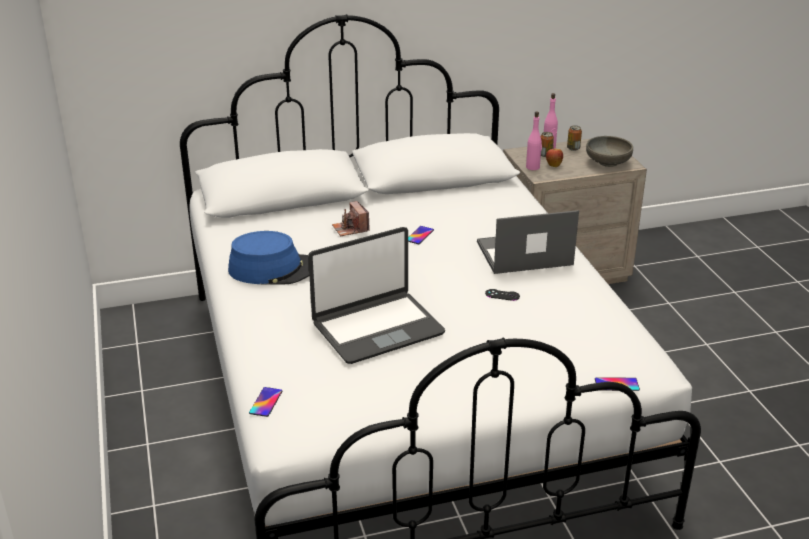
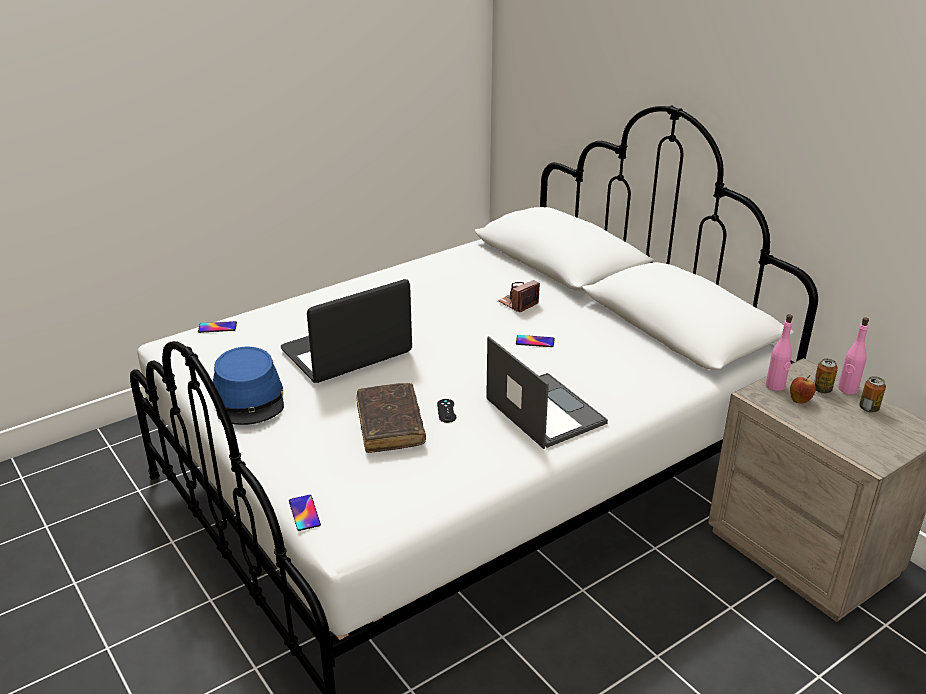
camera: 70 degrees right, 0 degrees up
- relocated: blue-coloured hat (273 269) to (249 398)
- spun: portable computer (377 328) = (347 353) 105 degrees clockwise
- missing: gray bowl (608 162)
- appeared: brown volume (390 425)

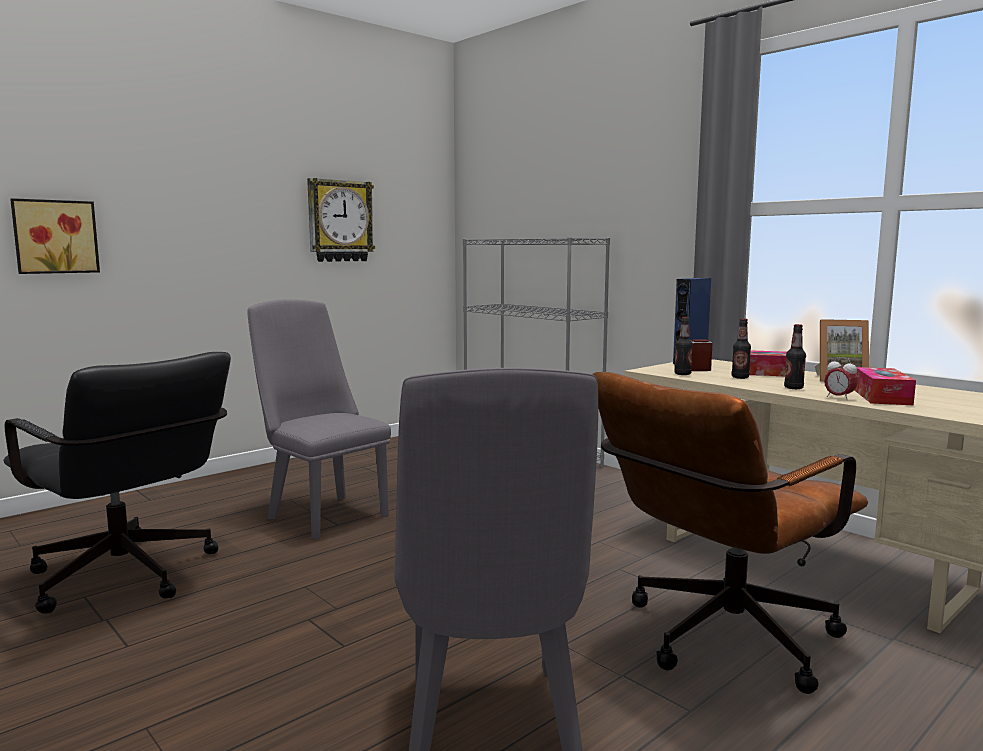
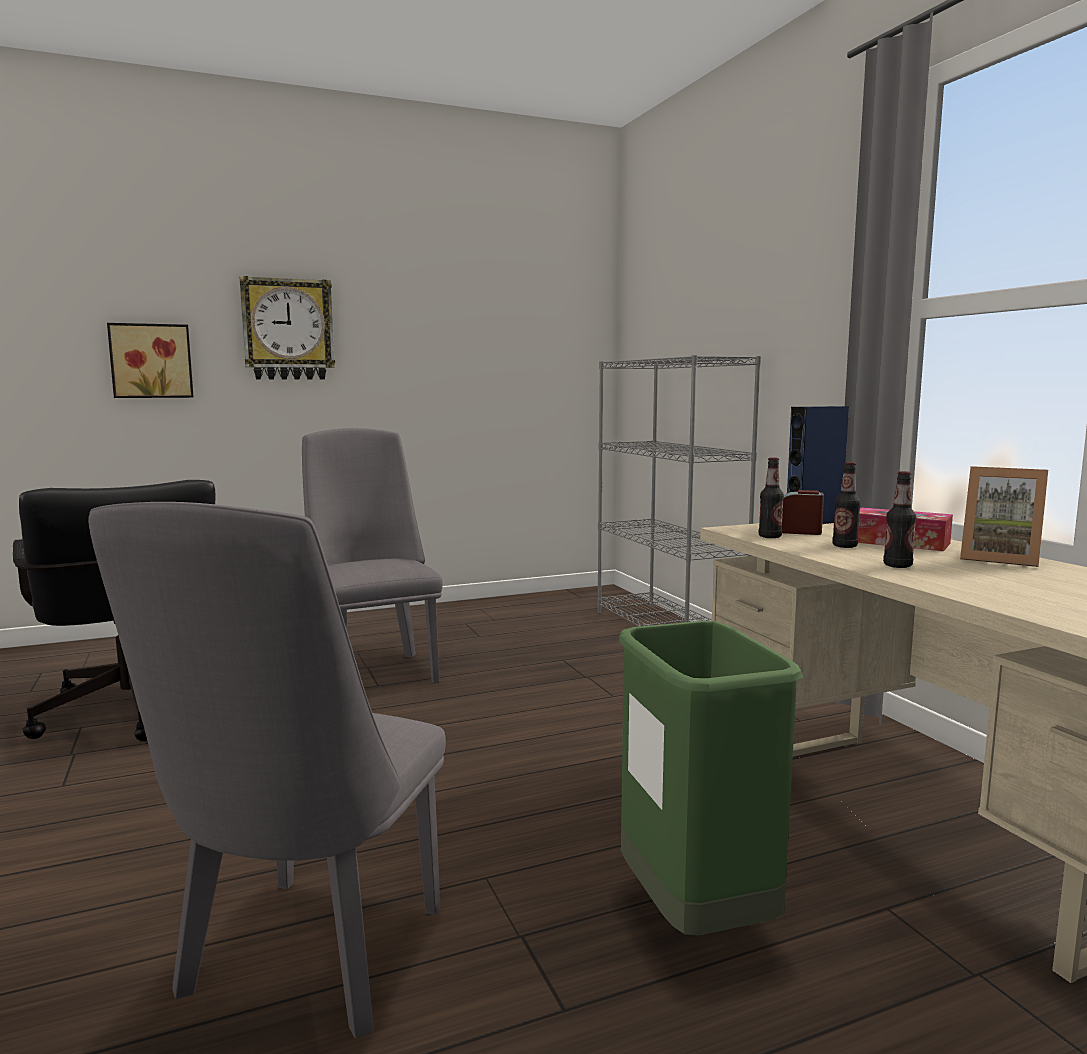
camera: 20 degrees right, 0 degrees up
- relocated: wall clock (340 221) to (288 330)
- exchanged: brown computer chair (718 641) to greenish waste bin (694 916)
- missing: alarm clock (839 398)
- missing: tissue holder (882 397)

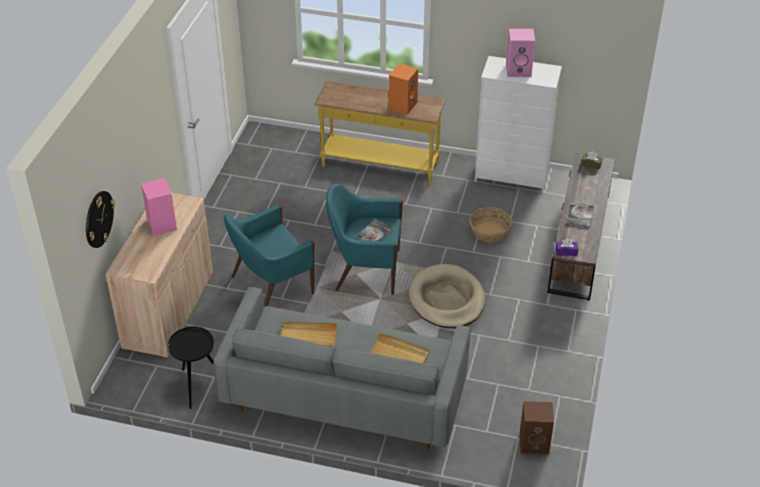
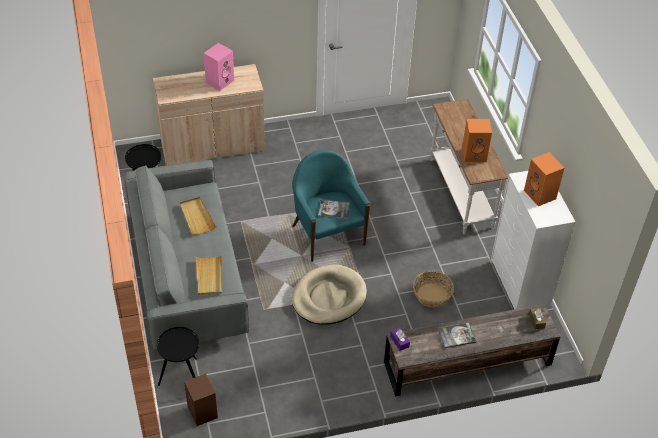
camera: 60 degrees right, 5 degrees up
- missing: wall clock (98 219)
- missing: turquoise-coloured lounge chair (270 286)
- colour: yellowish hall table (379 165) to white-coloured hall table (459 193)
- colour: pinkish audio speaker (519 70) to orangey audio speaker (540 195)
- appeared: black-coloured side table (182 378)

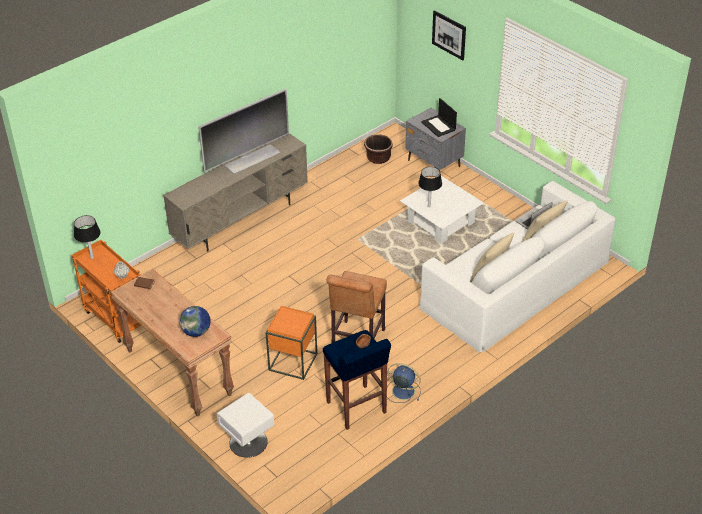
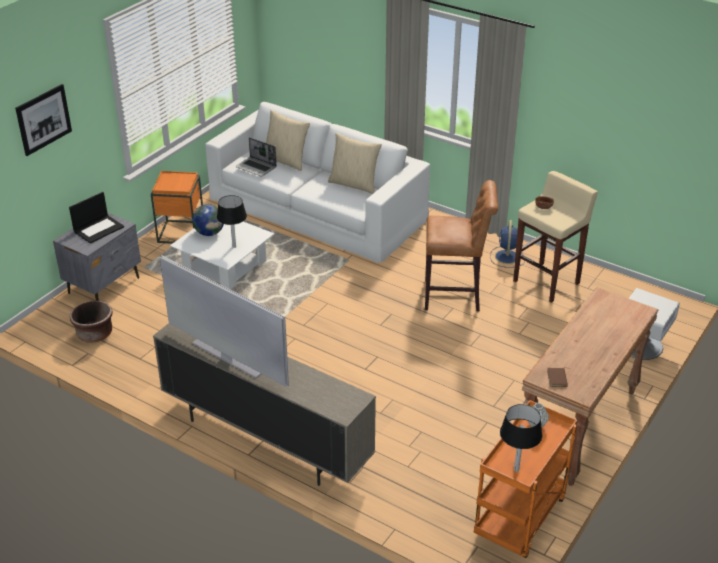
camera: 105 degrees left, 5 degrees down
- relocated: desk globe (196 332) to (209 233)
- relocated: orangey side table (293 362) to (181 232)
- colour: blue-coloured stool (356 408) to beige-coloured stool (547 282)

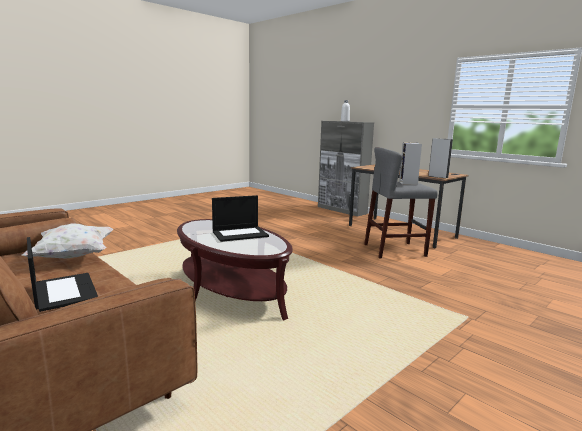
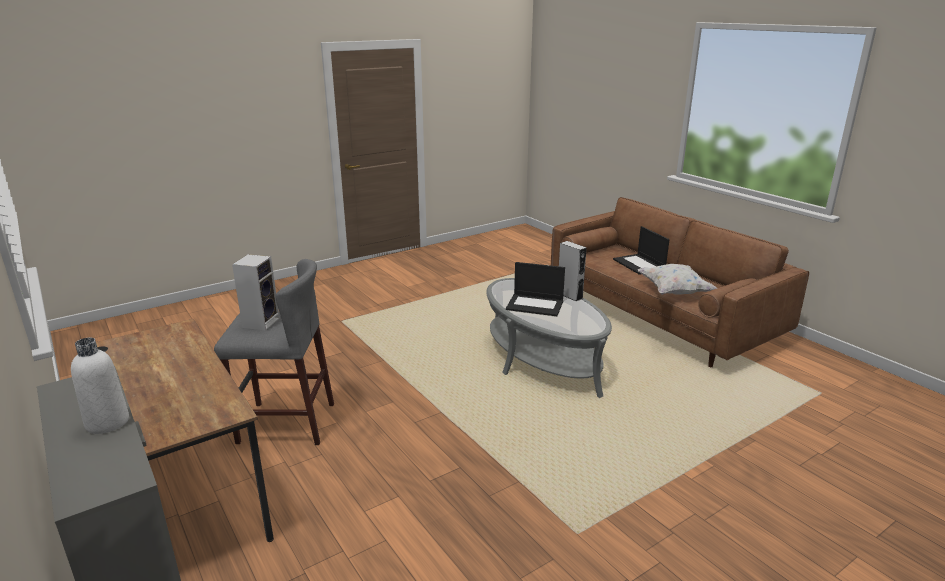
camera: 170 degrees left, 10 degrees up
- colour: brown low table (231 291) to gray low table (542 359)
- spun: portable computer (240 234) = (535 305) 150 degrees counterclockwise
- relocated: gray audio speaker (438 177) to (569 295)

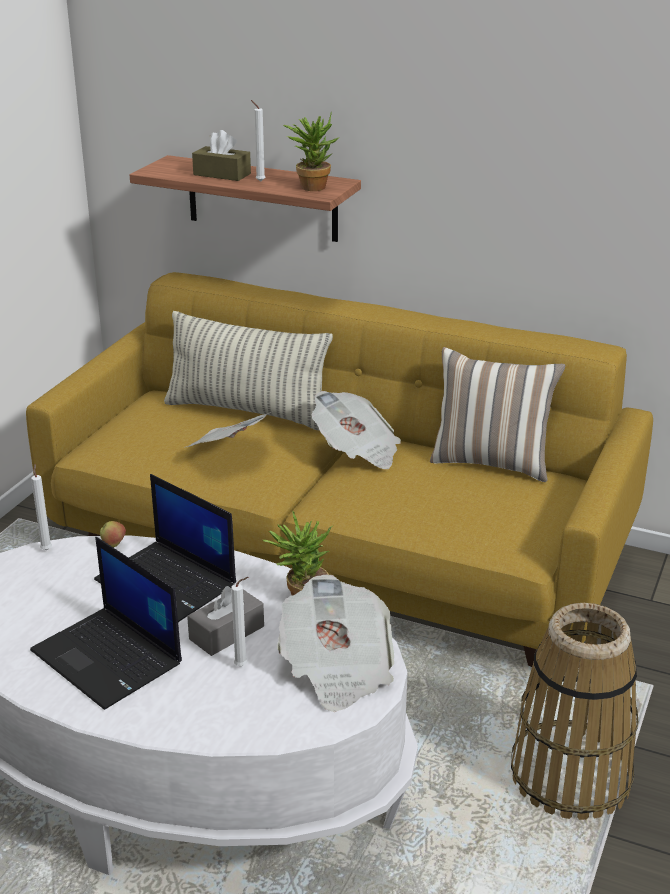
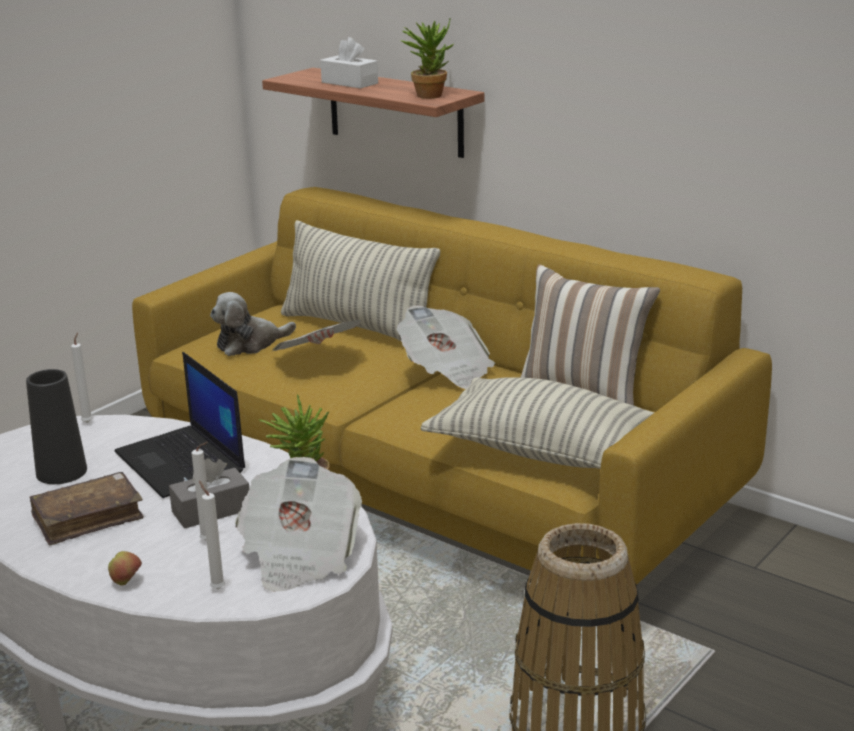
camera: 15 degrees right, 5 degrees down
- exchanged: portable computer (109 658) to brown volume (88 518)
- relocated: apple (114 545) to (126 582)
- colour: brown tissue holder (222 174) to white-coloured tissue holder (349 83)
- relocated: white-coloured wax light (259 181) to (216 588)
- appeared: black-coloured vase (61 472)
- appeared: plush toy (250 344)
- appeared: pillow (546 453)

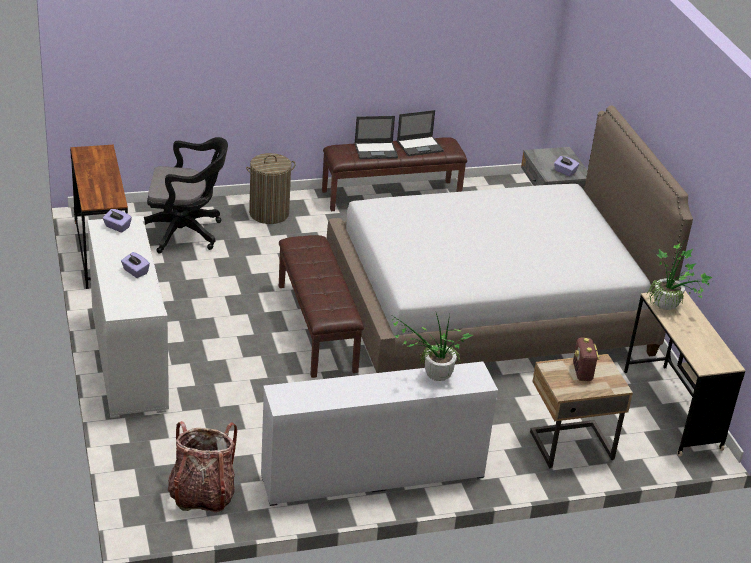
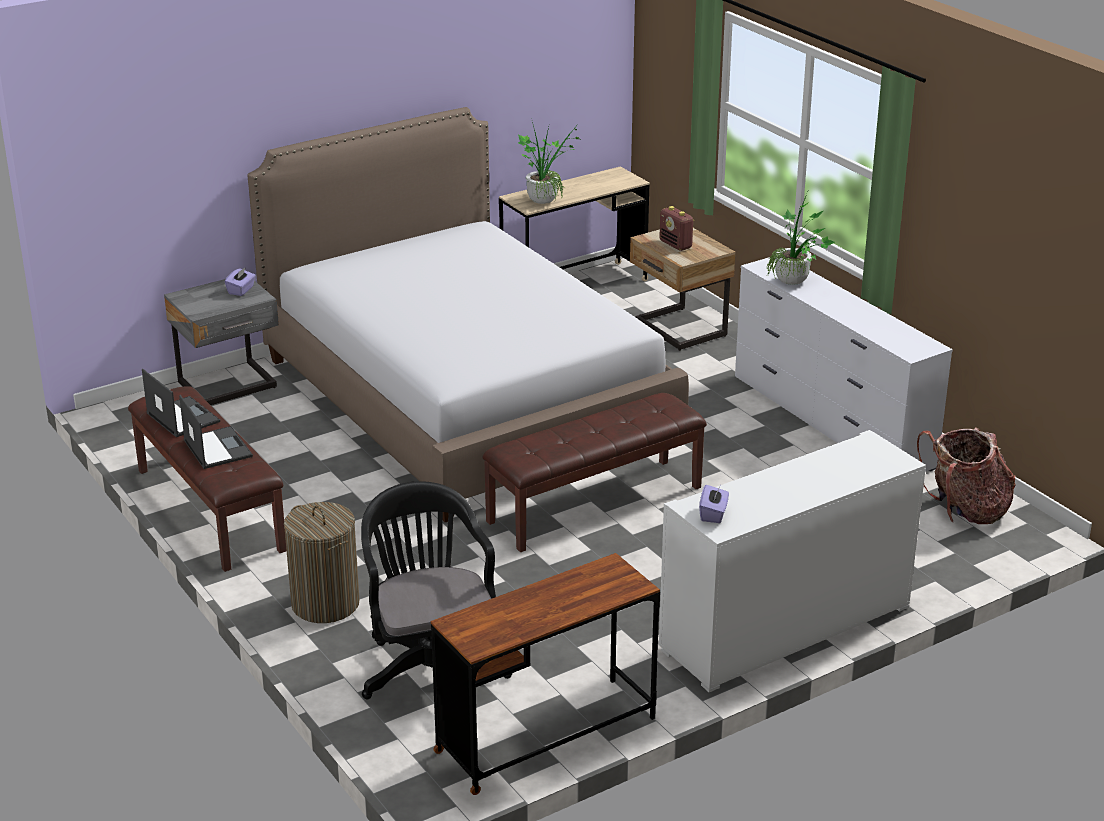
camera: 105 degrees left, 5 degrees down
- missing: purple-coloured tissue holder (135 272)
- spun: radio (582 372) = (676 245) 75 degrees clockwise

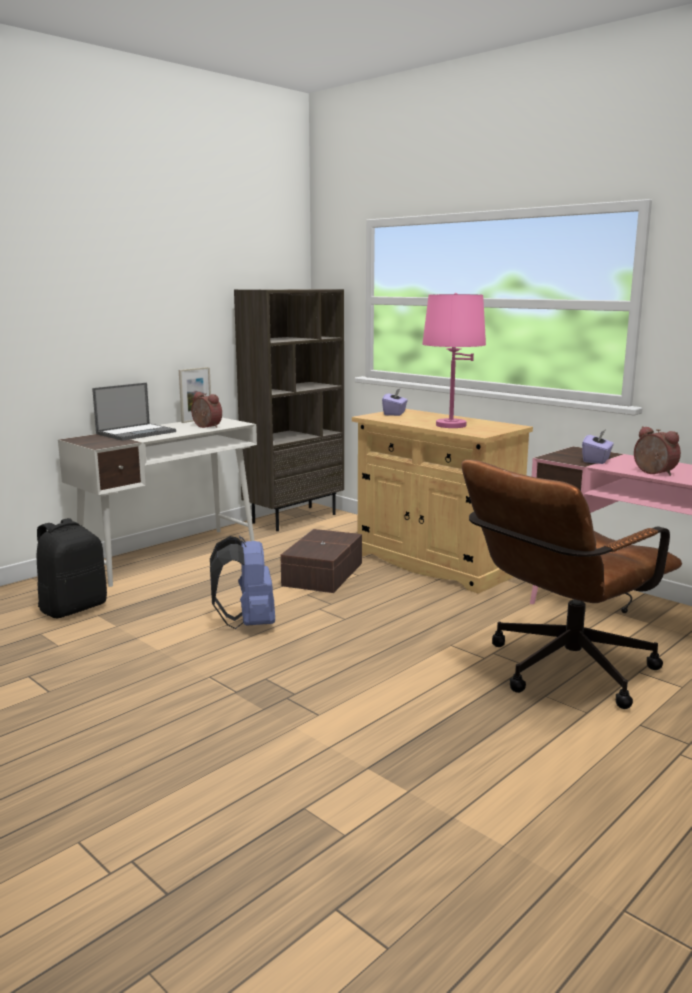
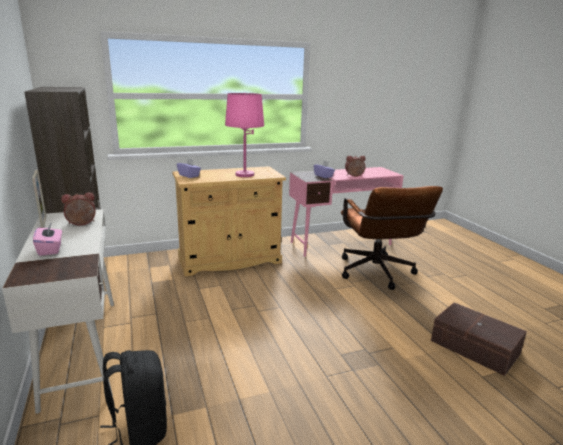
camera: 65 degrees left, 5 degrees up
- exchanged: portable computer (136 433) to pinkish tissue holder (50 249)
- missing: blue-coloured knapsack (248 623)
- relocated: brown storage container (321 574) to (474 348)

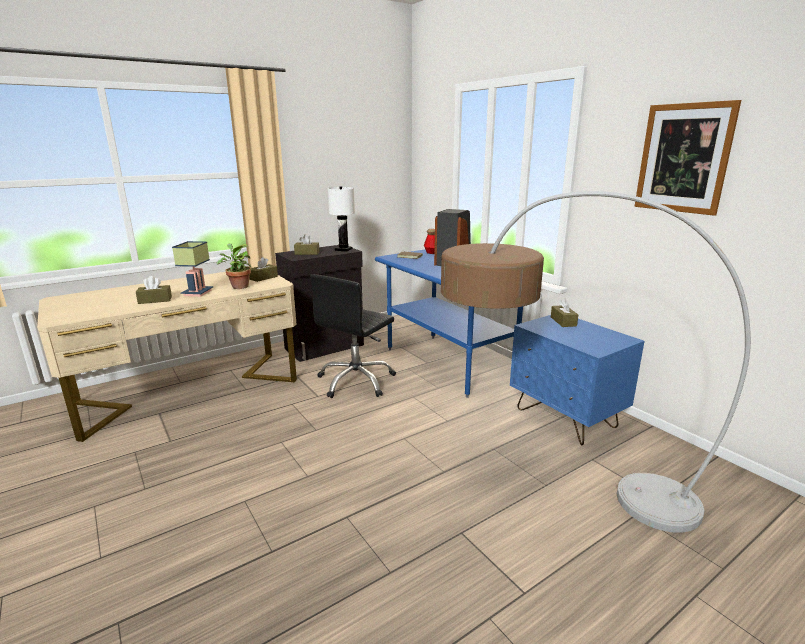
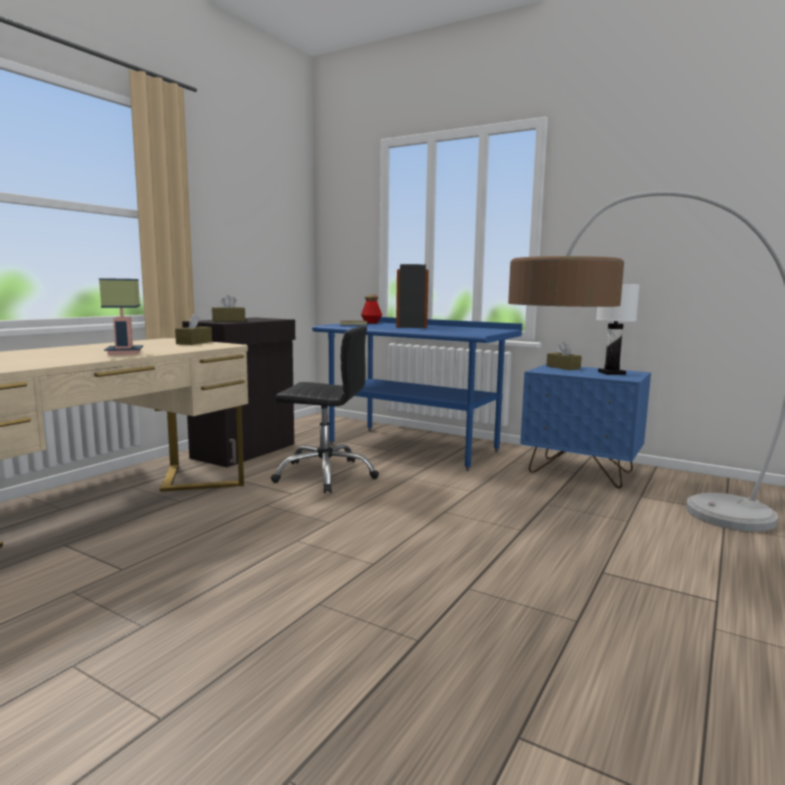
camera: 25 degrees left, 10 degrees down
- missing: brown tissue holder (155 300)
- missing: potted plant (239 286)
- spun: black-coloured computer chair (356 381) = (325 474) 90 degrees counterclockwise
- relocated: white-coloured lamp for a table (343 249) to (612 373)
- missing: wall picture (683 158)

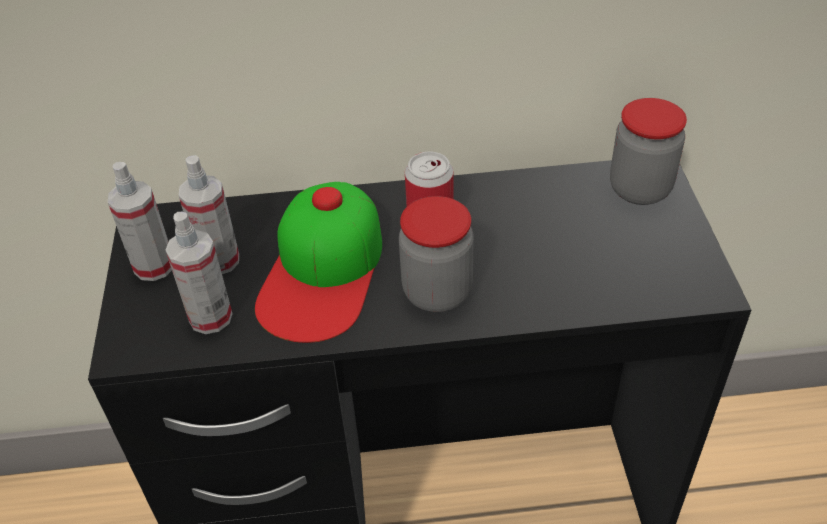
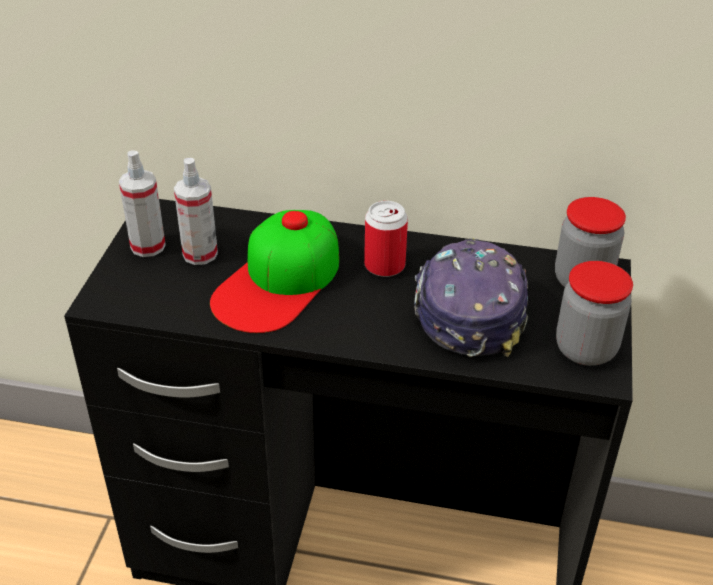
camera: 15 degrees right, 5 degrees down
- missing: sprayer (210 317)
- relocated: jar (437 292) to (585 349)
- appeared: peaked cap (468 310)

